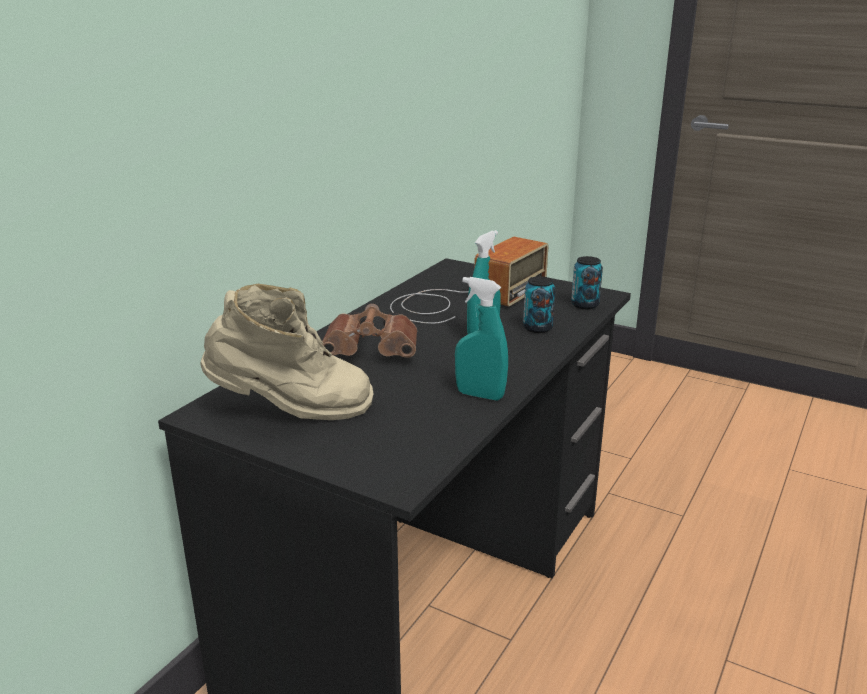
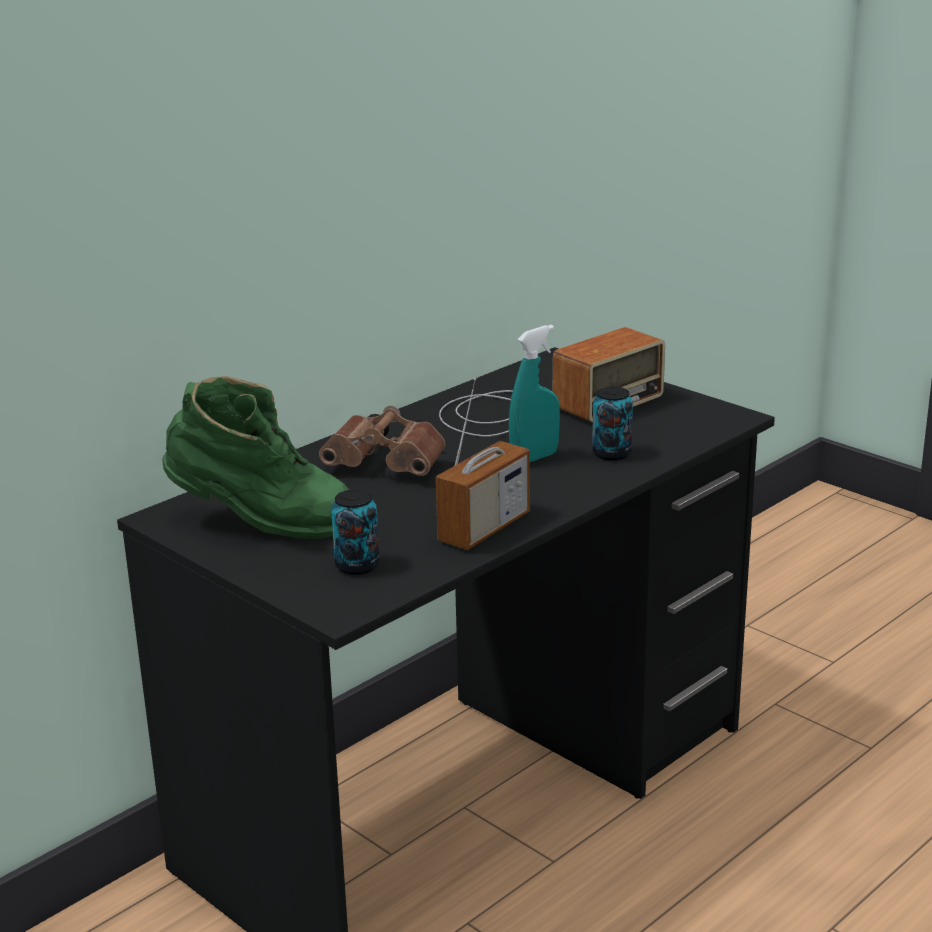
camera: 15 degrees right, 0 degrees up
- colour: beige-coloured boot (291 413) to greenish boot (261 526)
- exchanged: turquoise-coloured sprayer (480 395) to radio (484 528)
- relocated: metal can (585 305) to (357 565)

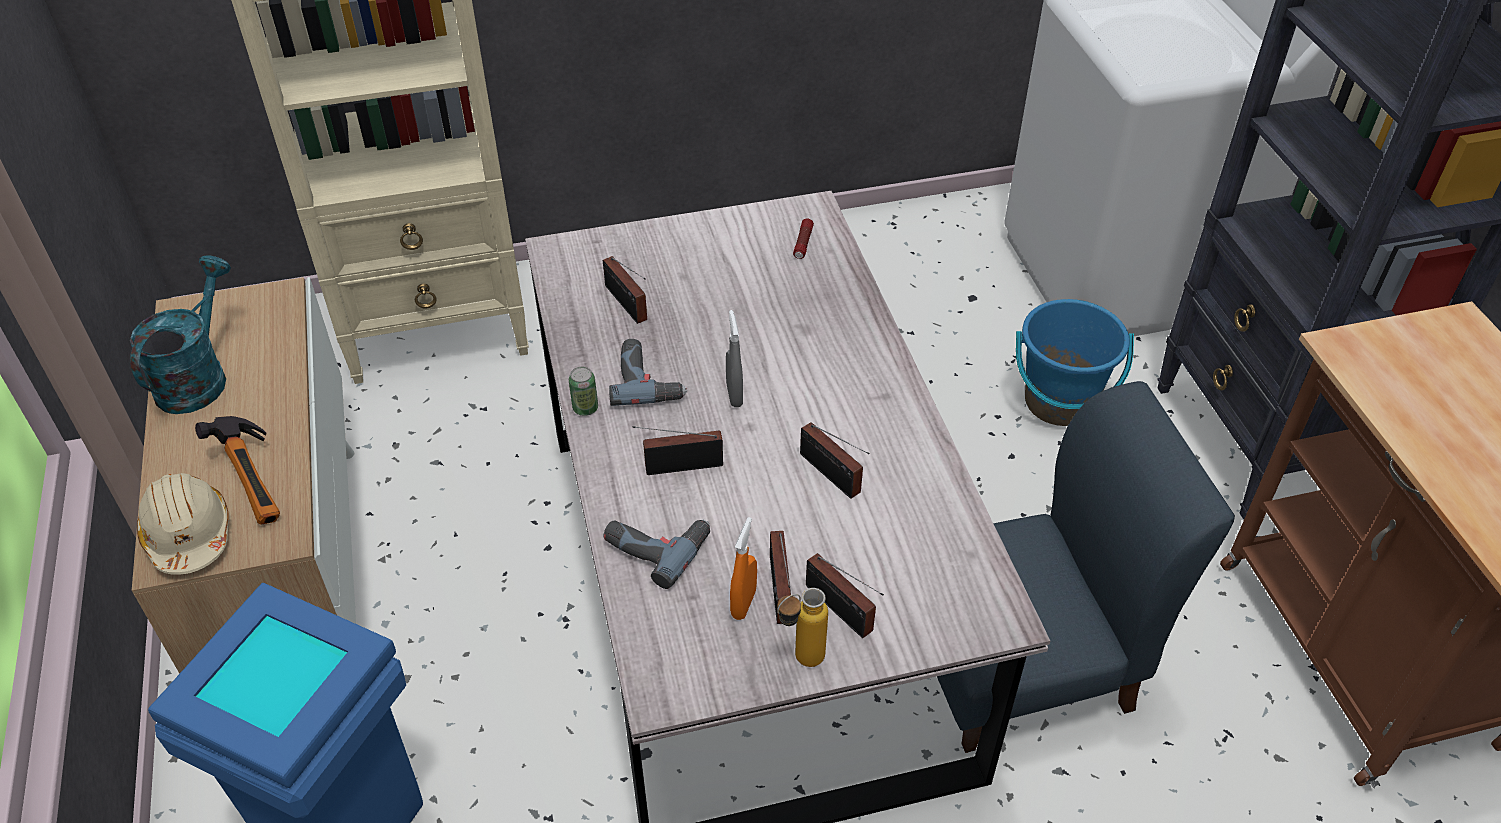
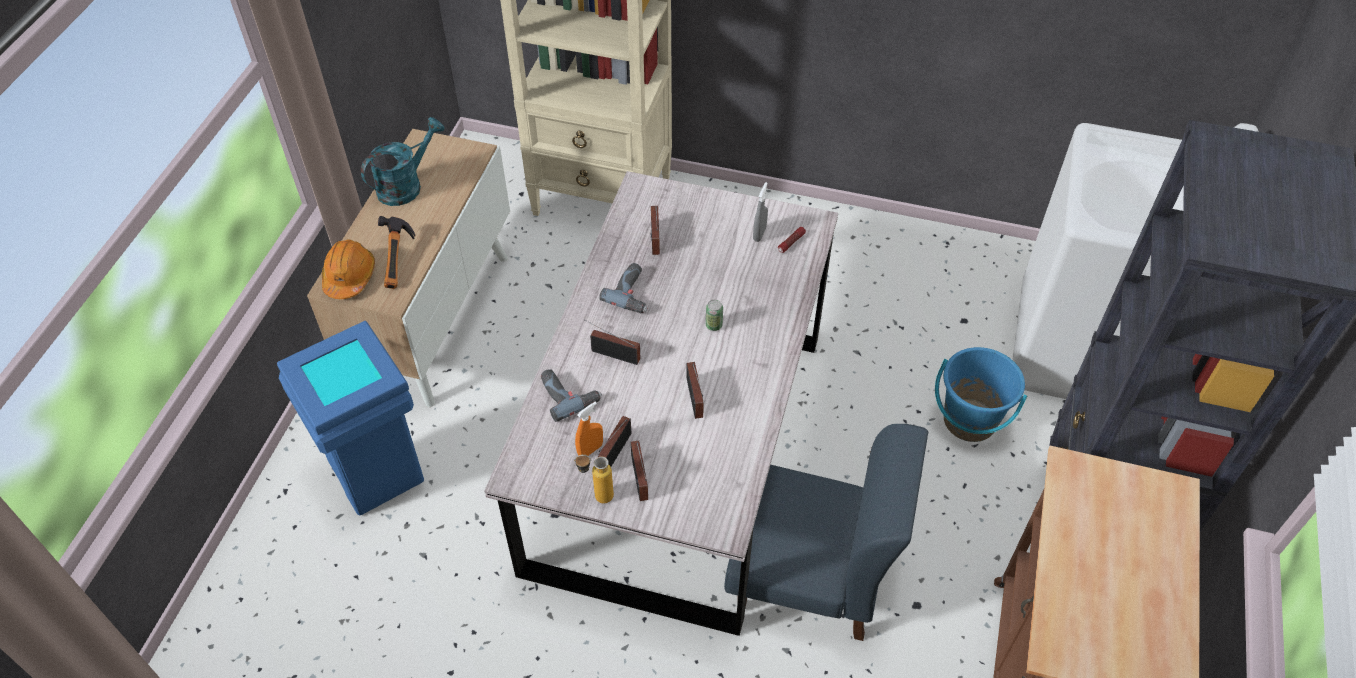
camera: 30 degrees right, 5 degrees up
- colour: beige-coloured work helmet (188 534) to orangey work helmet (349 276)
- relocated: metal can (585 408) to (714 325)
- relocated: gray sprayer (734 395) to (759 234)

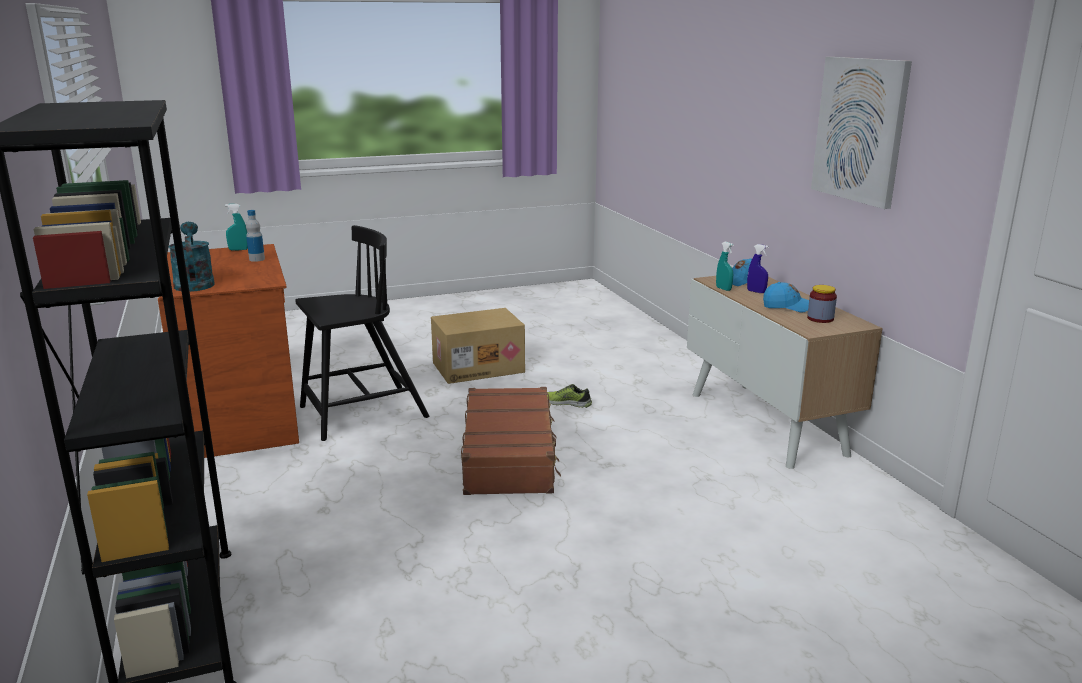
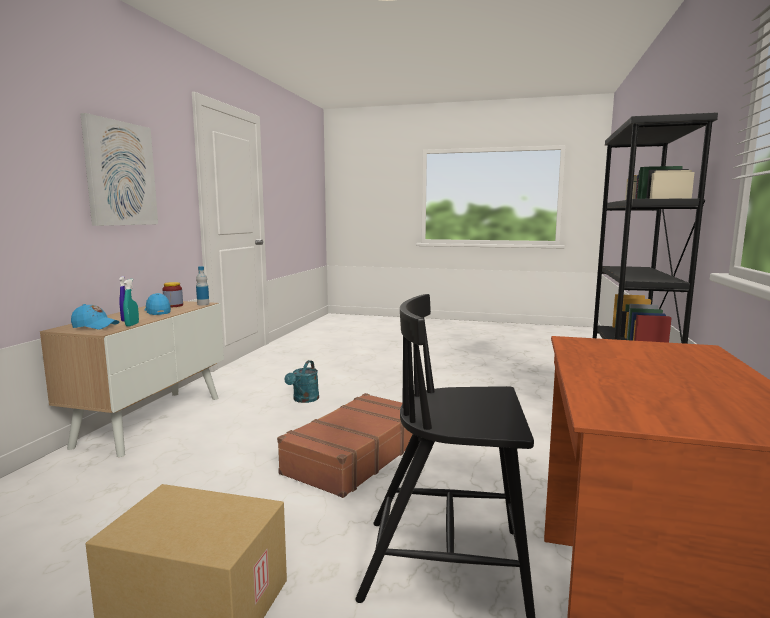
camera: 145 degrees left, 10 degrees down
- relocated: turquoise-coloured sprinkling can (194 283) to (304 400)
- missing: turquoise-coloured sprayer (238 250)
- relocated: drink bottle (257 259) to (203 304)
- missing: shoe (567 403)

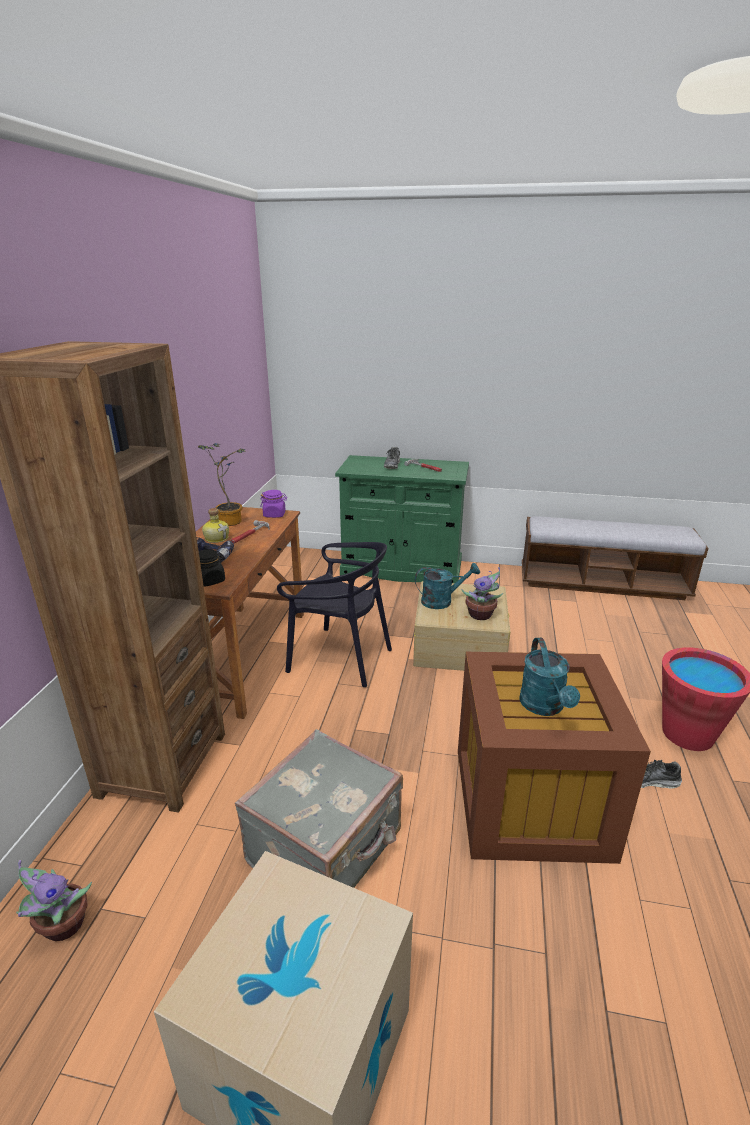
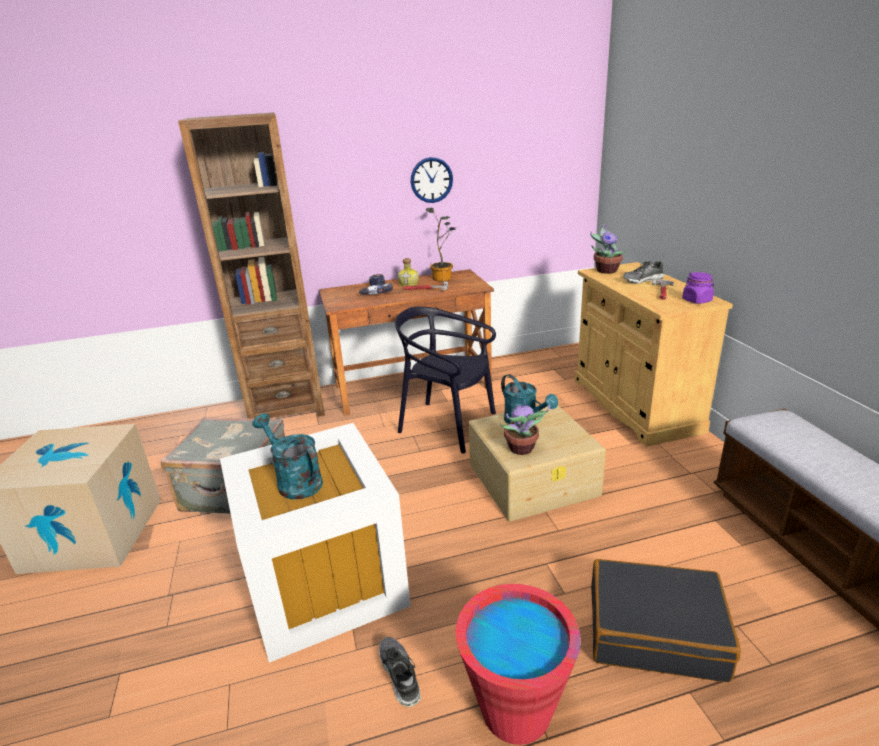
camera: 65 degrees right, 0 degrees up
- relocated: potted plant (62 926) to (605 270)
- missing: black-coloured jar (210 580)
- relocated: purple-coloured jar (274 515) to (697 300)
- spun: black-coloured chair (340 658) = (447 425) 120 degrees clockwise
- colour: greenish cupboard (401 569) to beige-coloured cupboard (634 405)
- colour: brown storage container (527 800) to white-coloured storage container (326 580)
- spun: turquoise-coloured sprinkling can (544 707) = (294 481) 75 degrees clockwise
- appeared: wall clock (431 180)
- appeared: black-coloured piece of luggage (655 631)

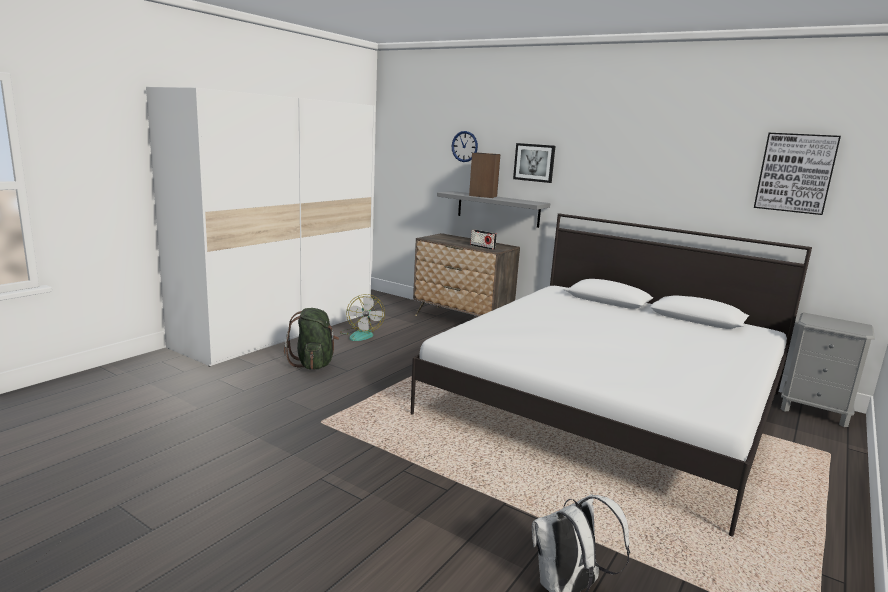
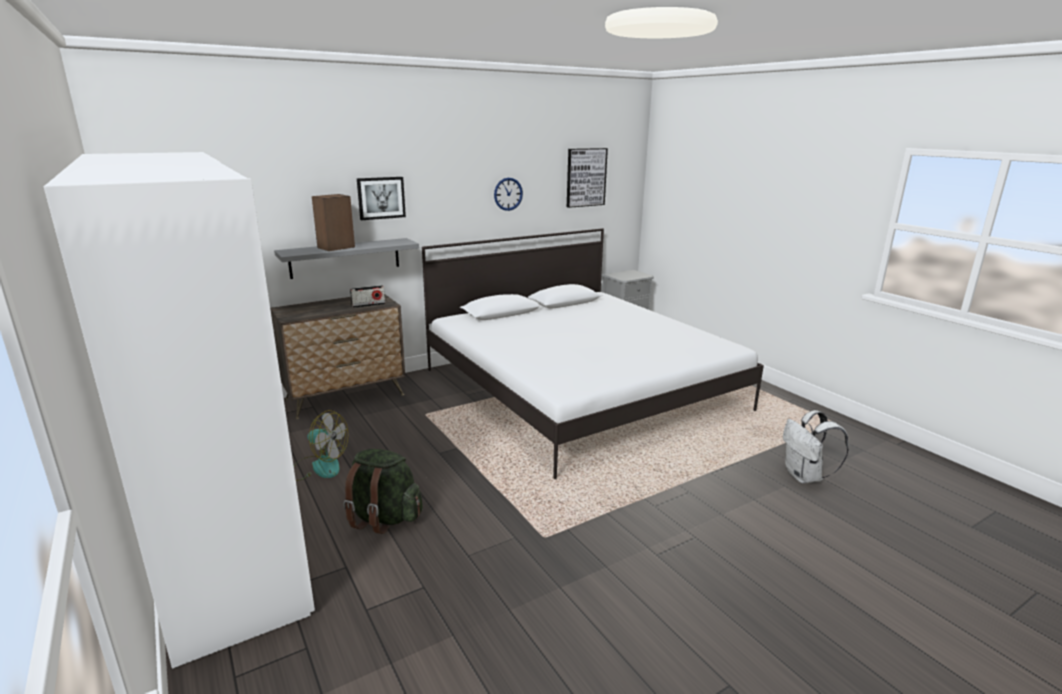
camera: 65 degrees left, 5 degrees up
- relocated: wall clock (464 146) to (508 194)

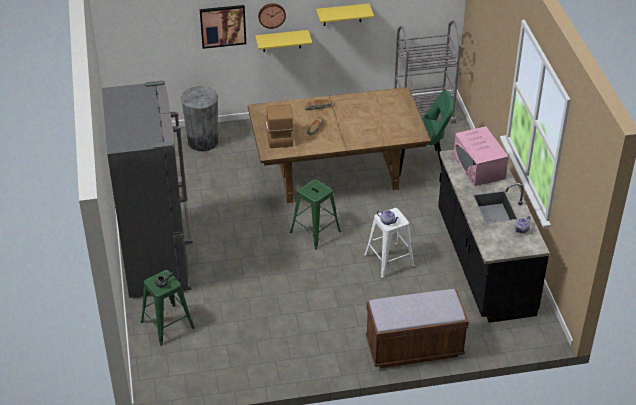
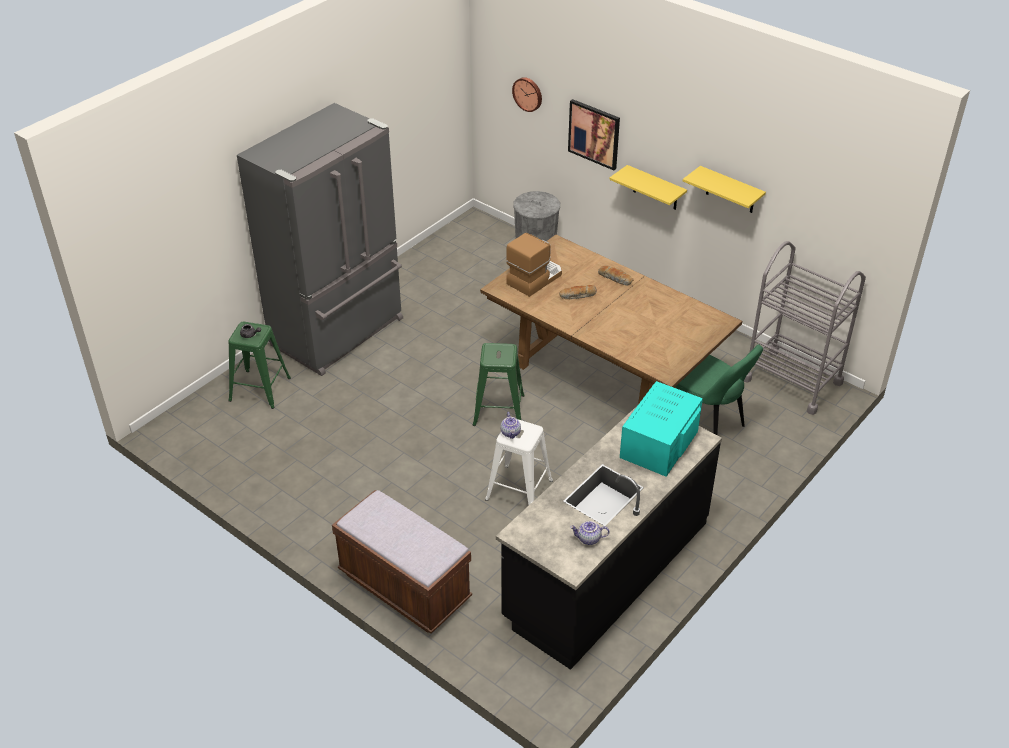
camera: 50 degrees right, 0 degrees up
- relocated: wall clock (271 15) to (528 93)
- colour: pinkish microwave (479 167) to turquoise-coloured microwave (659 443)

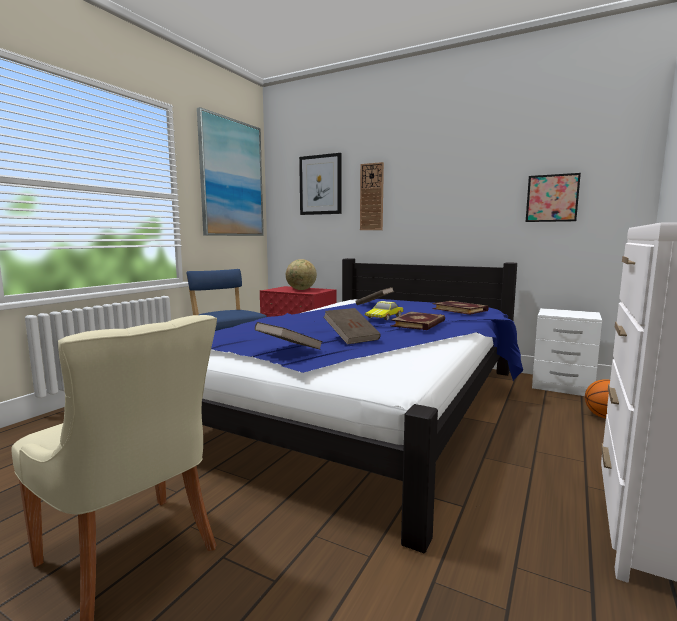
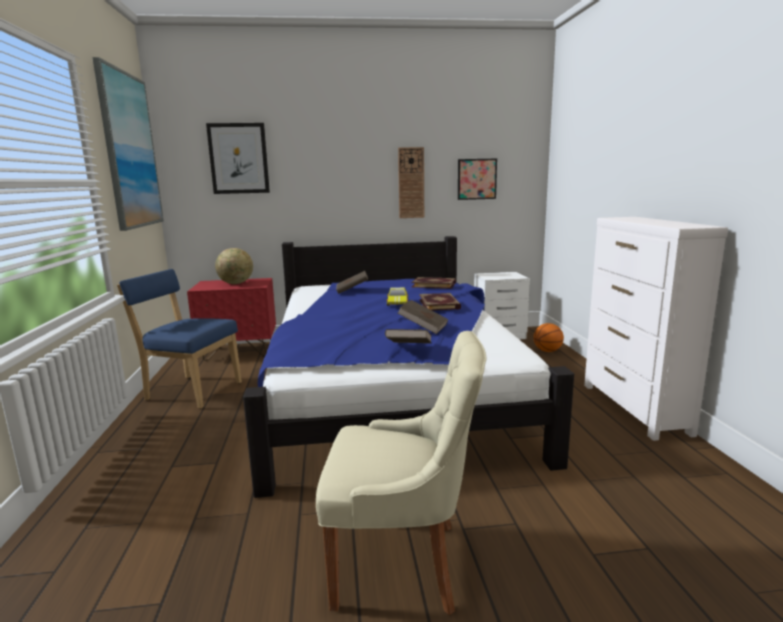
camera: 35 degrees left, 5 degrees up
- relocated: wall clock (371 197) to (411 183)

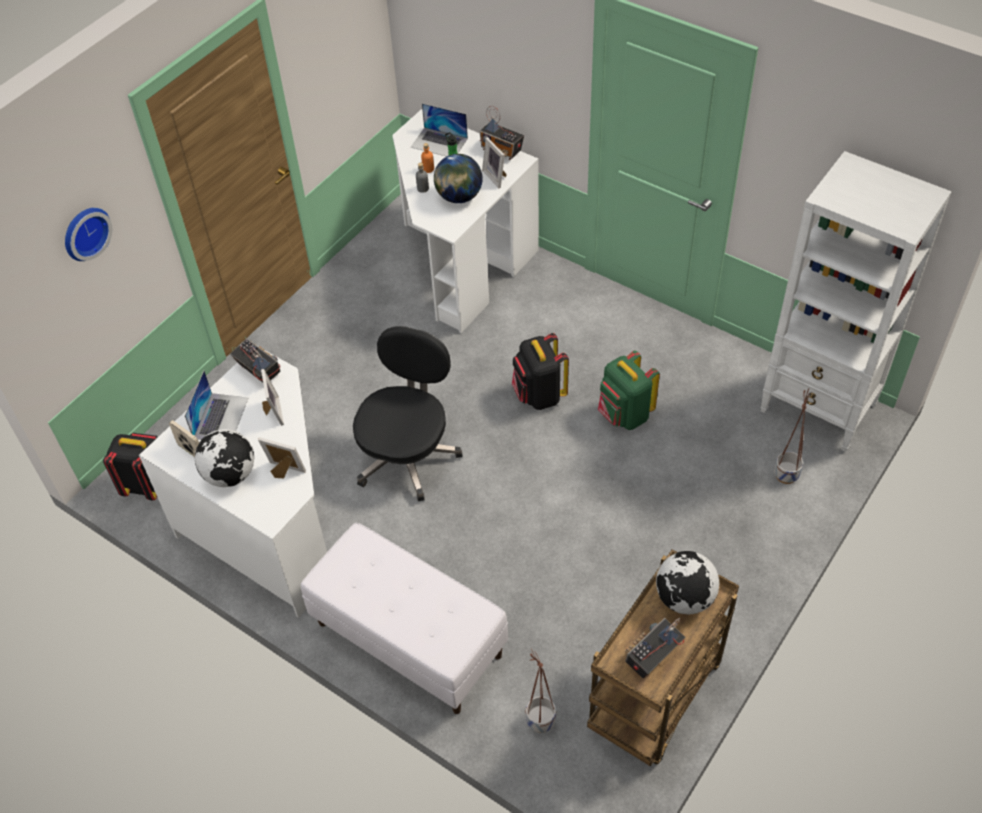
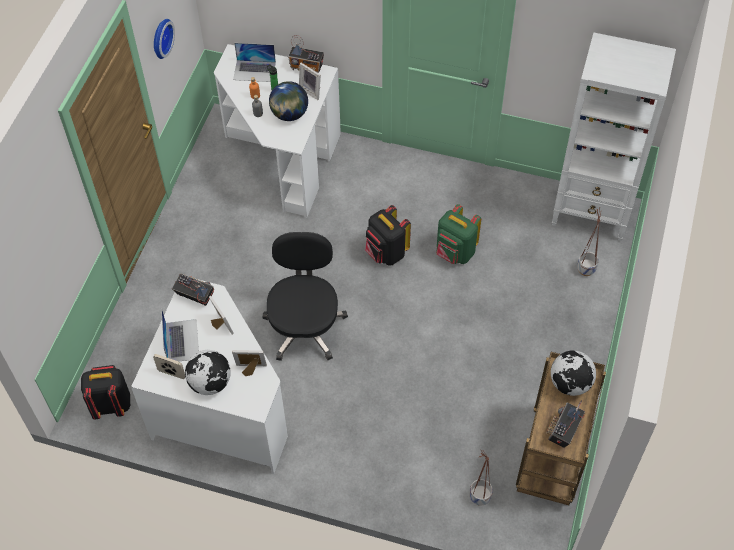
camera: 20 degrees left, 5 degrees up
- relocated: wall clock (84 232) to (160 38)
- missing: white-coloured long seat (408 639)

